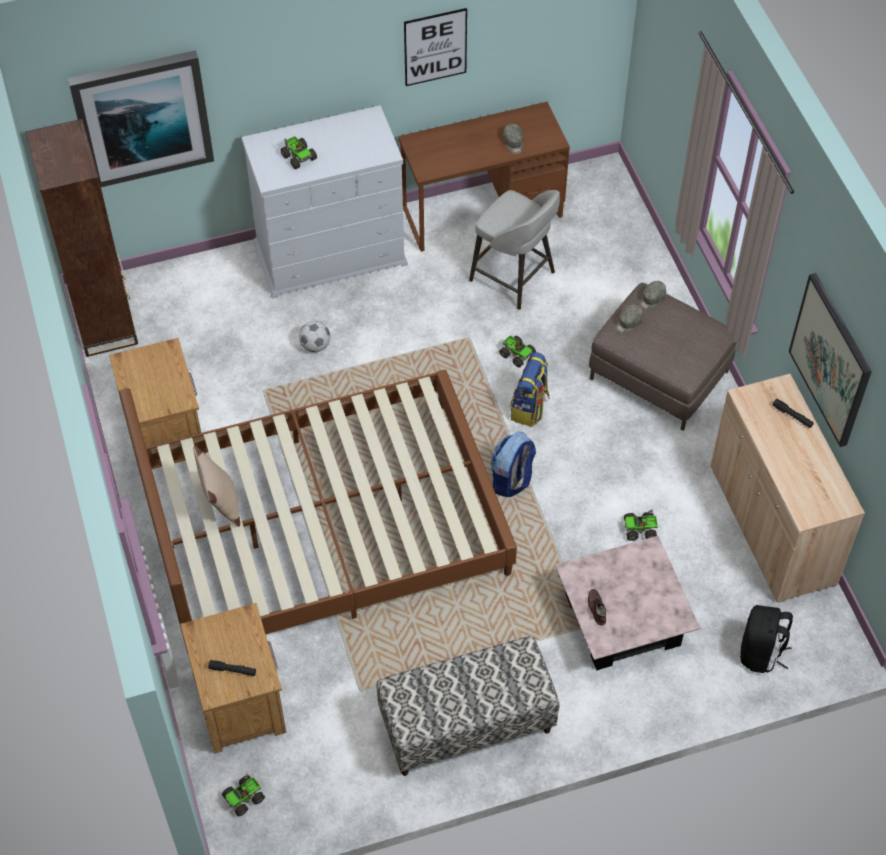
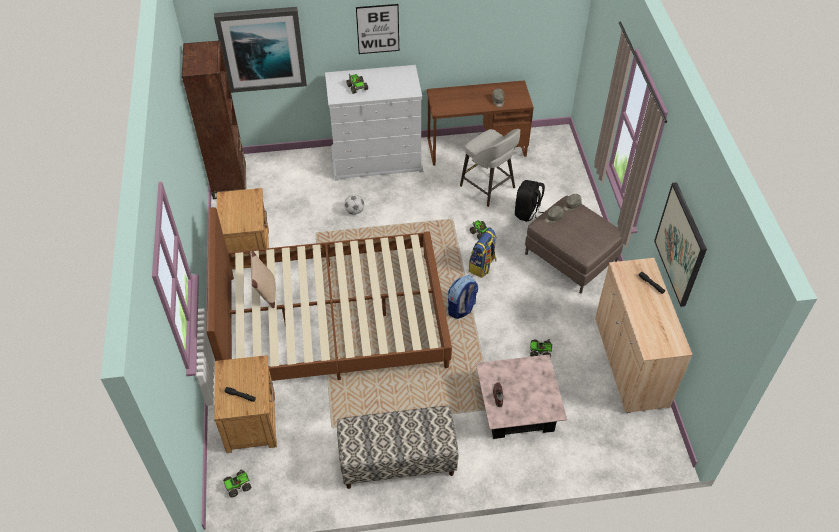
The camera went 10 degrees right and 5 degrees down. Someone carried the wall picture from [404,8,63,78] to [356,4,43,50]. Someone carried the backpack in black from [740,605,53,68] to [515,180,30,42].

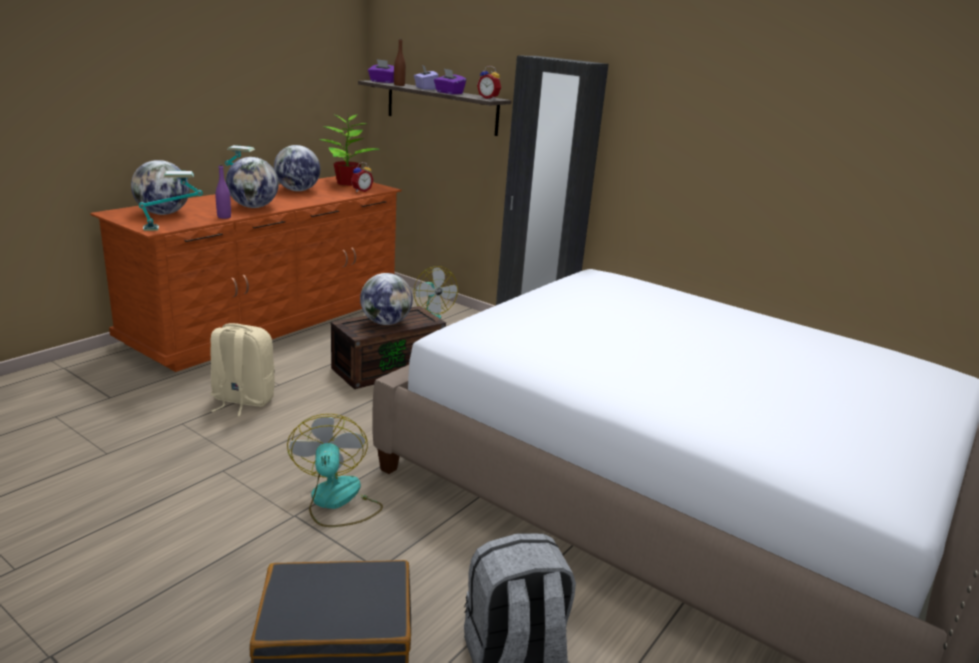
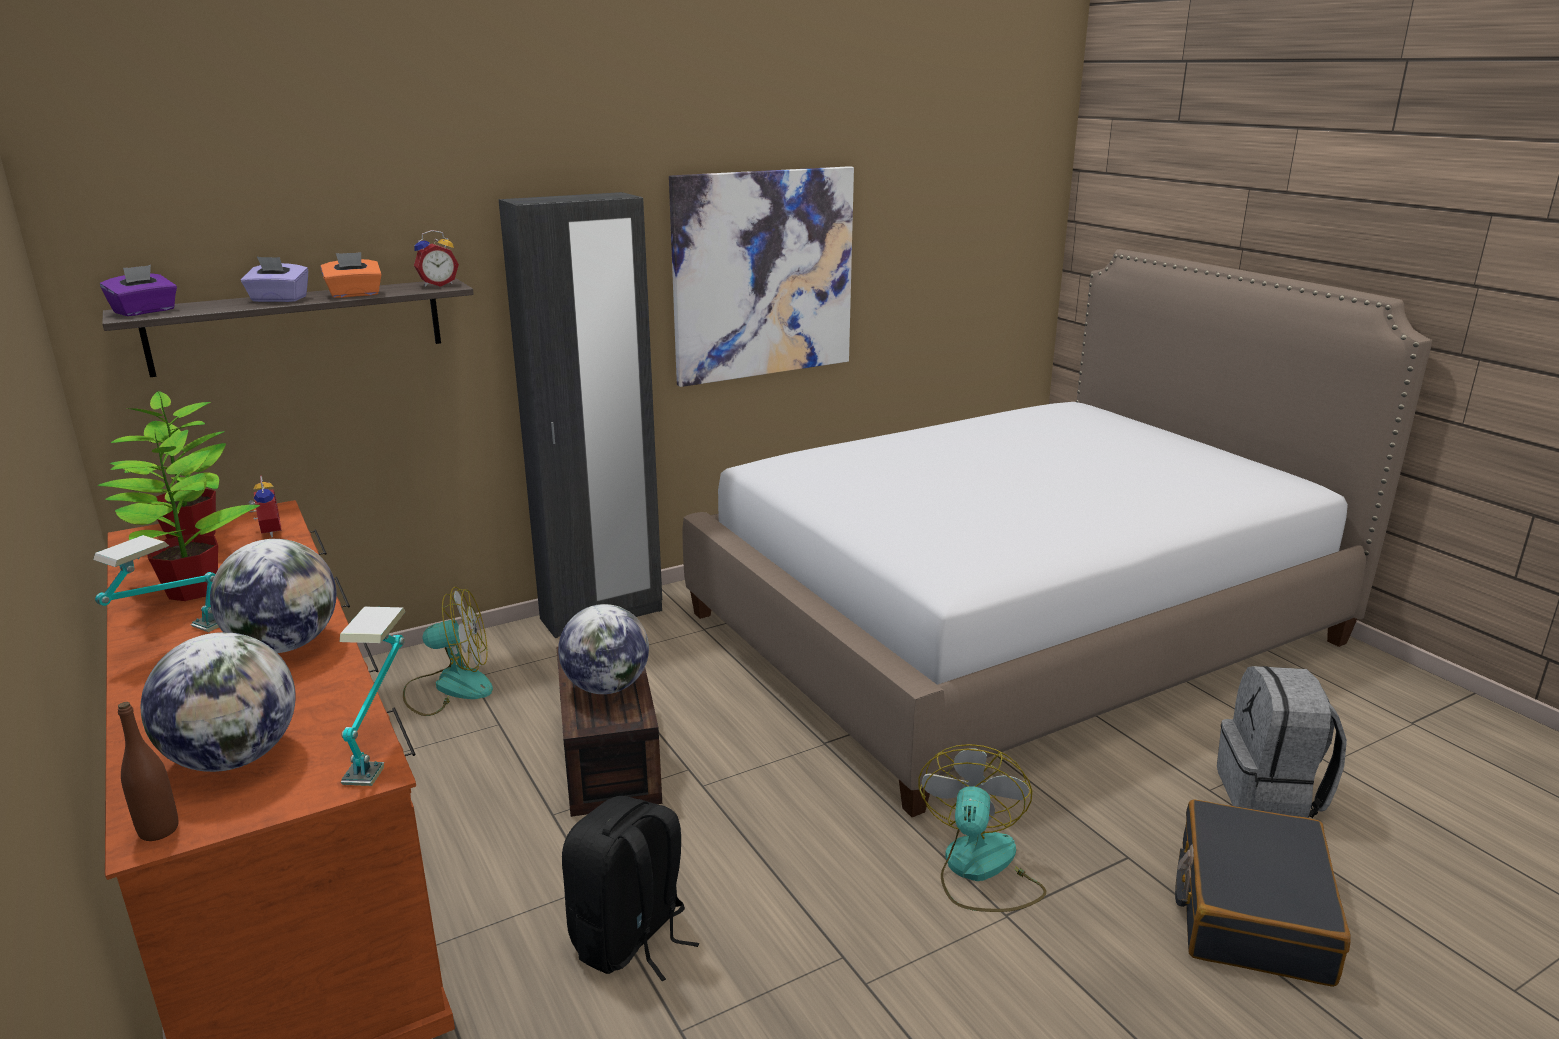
The camera went 65 degrees left and 0 degrees up. Someone repainted the backpack in beige at [211,323,64,93], which became the backpack in black at [562,796,137,185]. Someone took away the drink bottle in purplish at [215,164,16,55]. Someone swapped the globe at [274,145,46,46] for the plant in a pot at [105,430,155,171]. Someone rotated the electric fan at [287,414,96,113] by 90 degrees clockwise. Someone carried the drink bottle in brown from [394,39,12,47] to [118,702,60,139]. Someone repainted the tissue holder in purplish at [434,69,32,25], which became the tissue holder in orange-coloured at [320,252,62,46]. Someone put up the wall picture at [669,166,185,221].

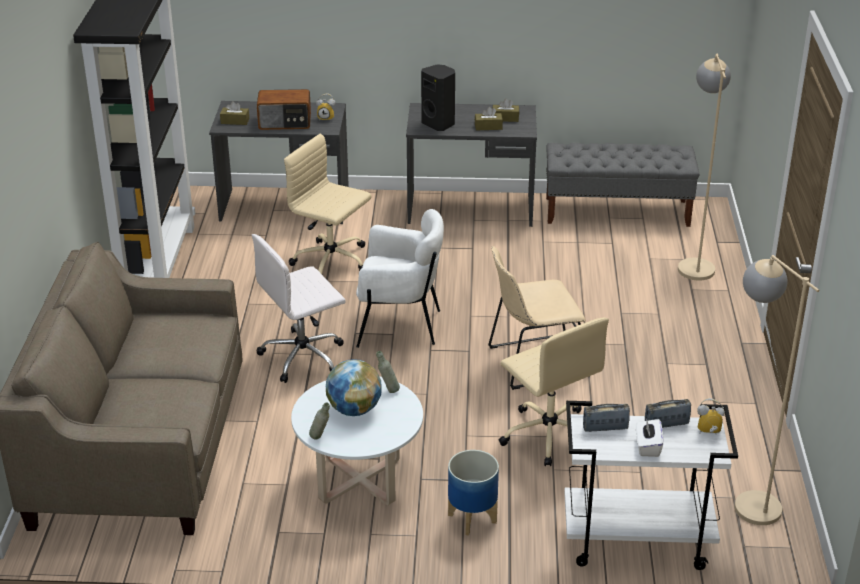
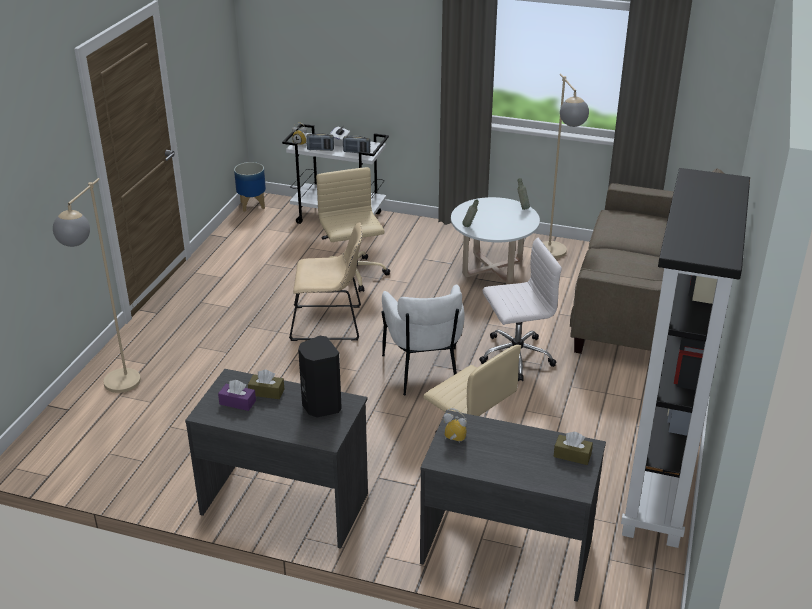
The camera went 165 degrees left and 0 degrees up. Someone took away the radio receiver at [257,89,54,41]. Someone took away the globe at [326,359,55,57]. Someone rotated the lounge chair in white-coloured at [356,209,88,139] by 120 degrees counterclockwise. Someone carried the flower pot from [448,450,51,86] to [234,162,32,50]. Someone repainted the tissue holder in brown at [493,98,26,24], which became the tissue holder in purplish at [218,380,38,31]. Someone took away the indoor bench in gray at [546,143,153,84]. Someone carried the standard lamp in beige from [735,255,84,270] to [543,73,46,186].

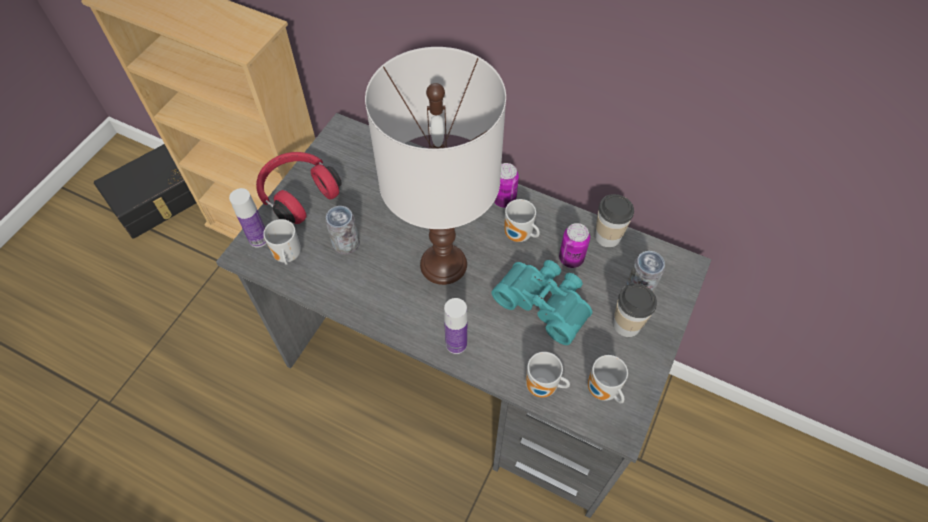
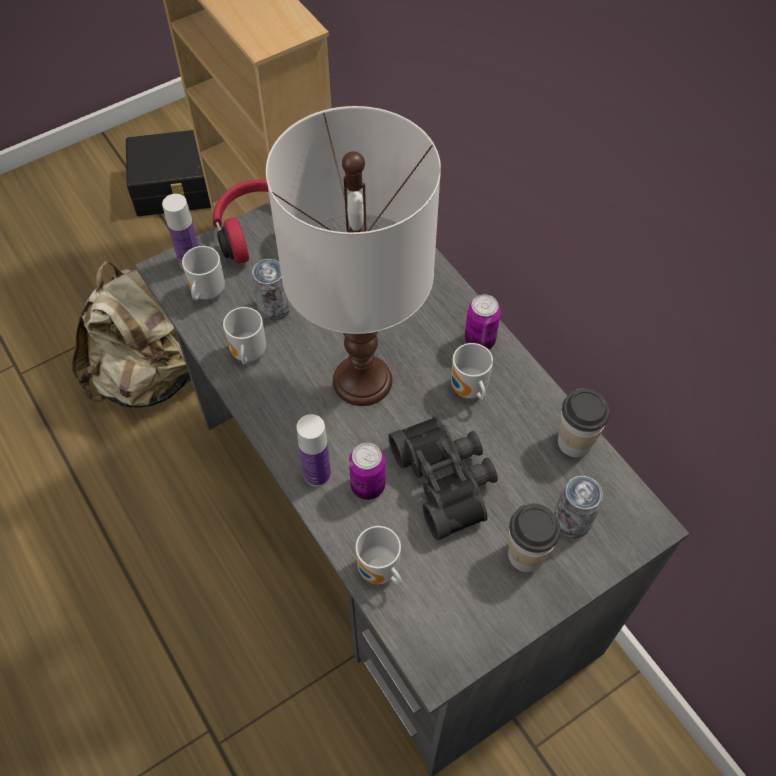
The camera went 30 degrees right and 0 degrees up. Someone repainted the binoculars in turquoise at [491,260,101,85], which became the binoculars in black at [388,416,110,124]. Someone carried the sealed can from [559,223,31,45] to [349,443,36,57]. Someone carried the tea mug from [588,355,40,48] to [223,307,43,58]. Someone put down the backpack in beige at [72,261,119,147].

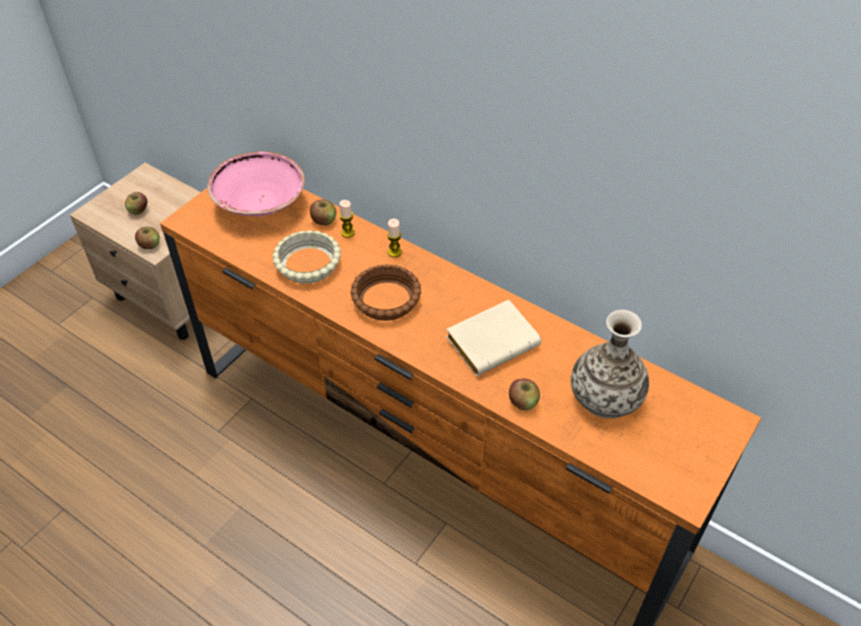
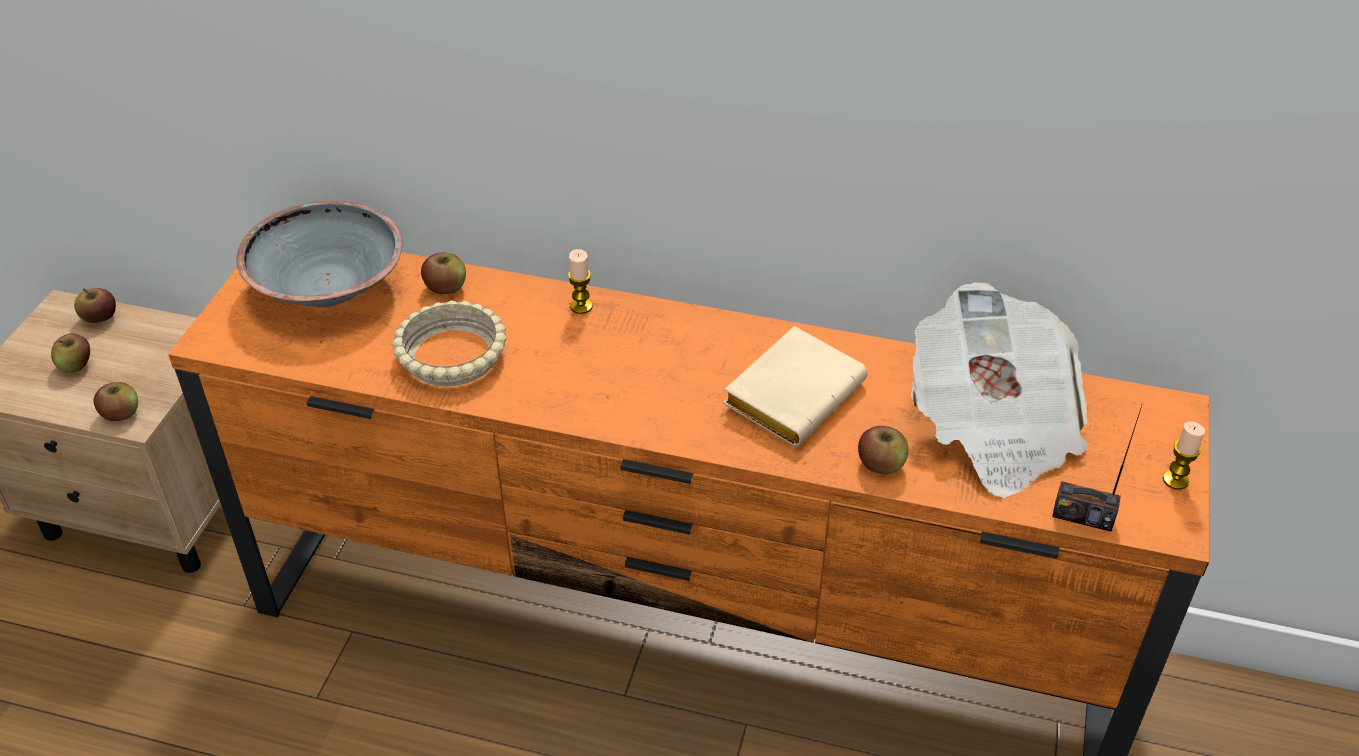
The camera went 20 degrees left and 5 degrees down. Someone repainted the deep dish in pinkish at [207,151,98,66], which became the deep dish in gray at [237,201,165,107]. Someone carried the wax candle from [339,200,16,38] to [1163,421,42,69]. Someone took away the deep dish in brown at [350,264,71,57]. Someone swapped the decorative vase at [571,310,78,109] for the newspaper at [910,282,178,216]. Someone put down the apple fruit at [74,288,42,35]. Someone put down the radio receiver at [1052,405,90,127].

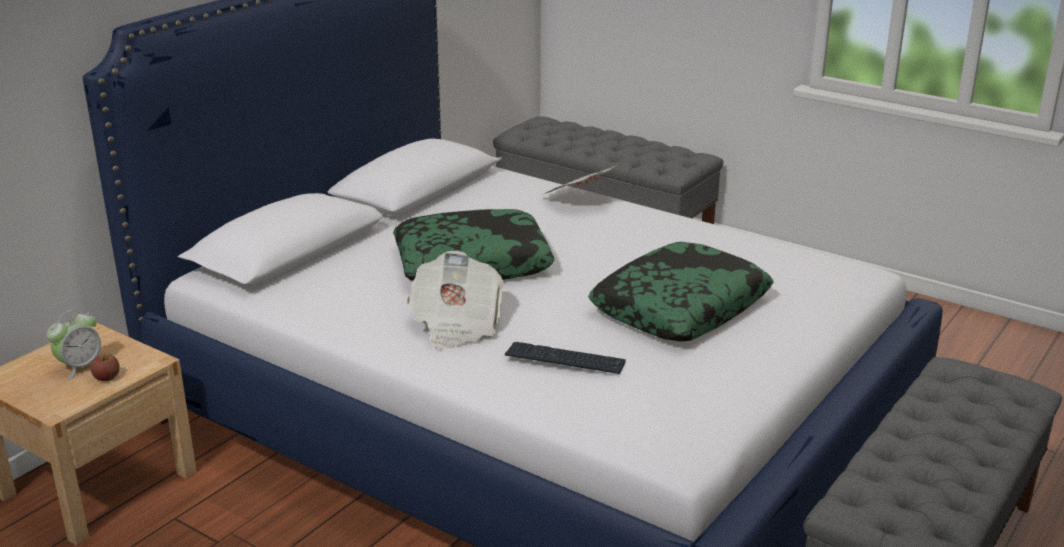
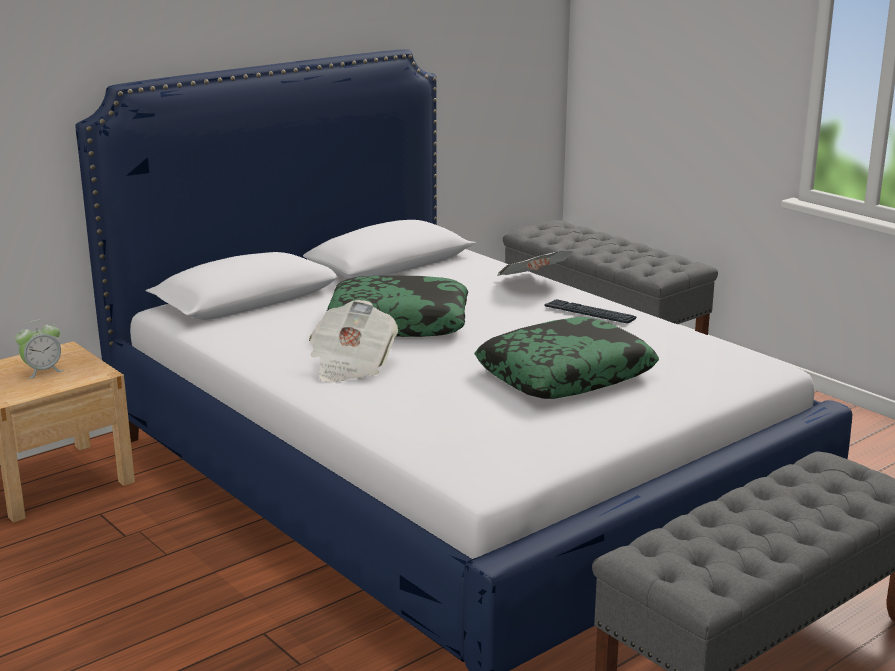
The camera went 15 degrees right and 5 degrees down. Someone took away the apple fruit at [90,354,30,27]. Someone carried the computer keyboard from [505,342,121,32] to [544,299,93,25].

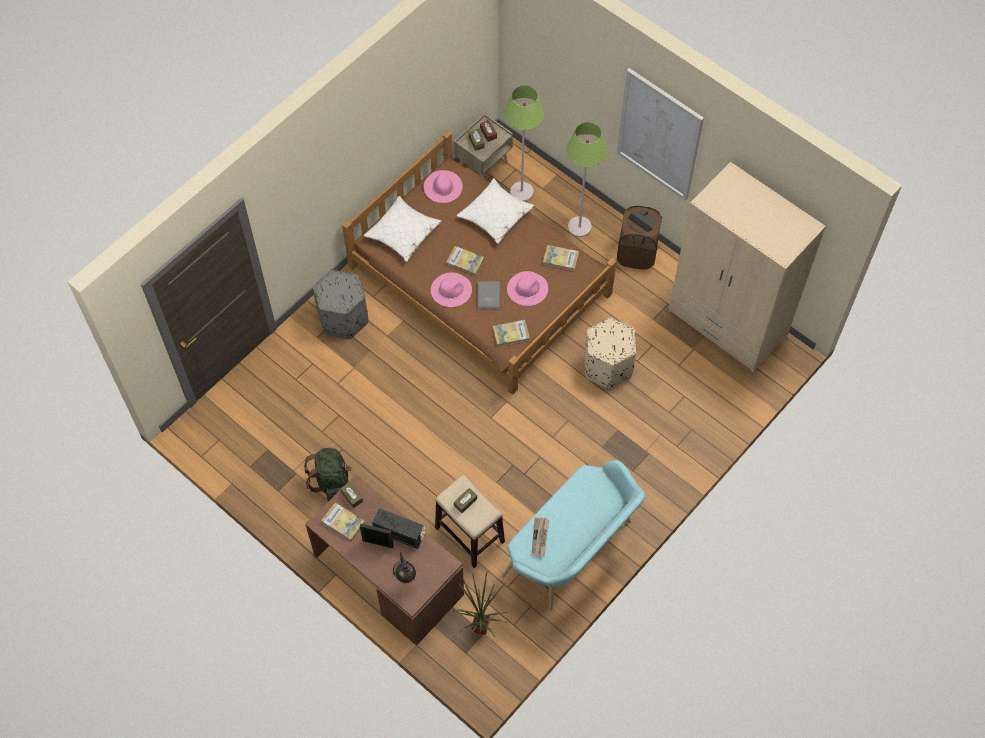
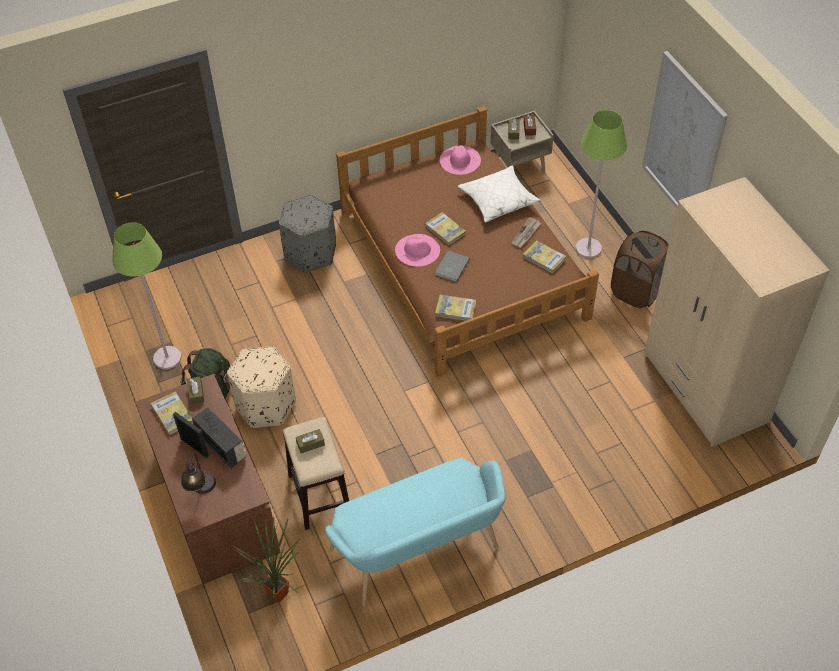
The camera went 25 degrees right and 10 degrees down. Someone took away the throw pillow in white-coloured at [364,196,78,66]. Someone carried the standard lamp in green-coloured from [504,85,40,117] to [112,222,70,147]. Someone took away the clothing hat in pinkish at [507,271,41,35]. Someone carried the newspaper from [531,517,18,40] to [511,217,30,31]. Someone carried the pouffe in beige from [584,318,52,71] to [227,346,69,82].

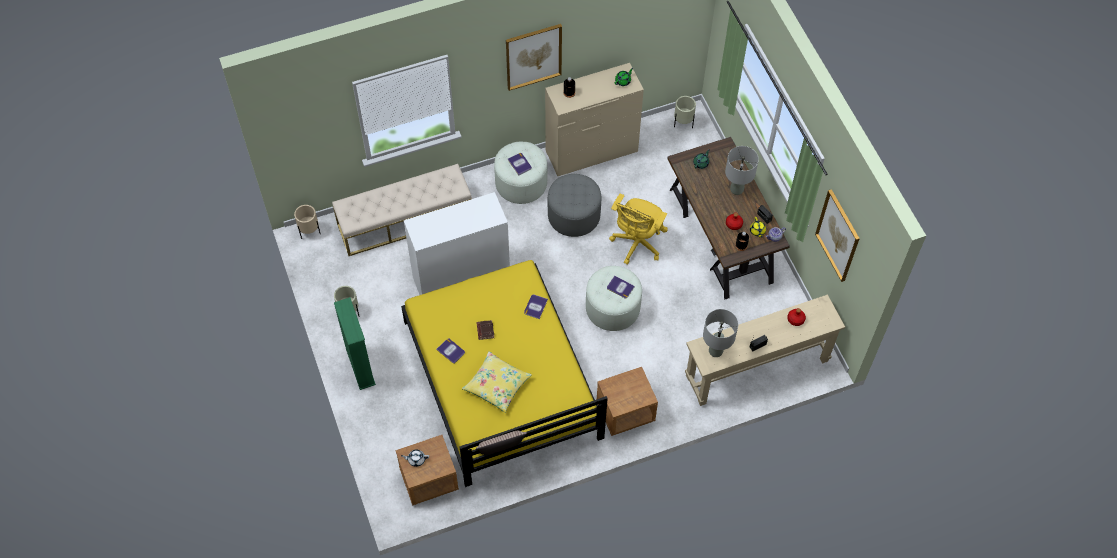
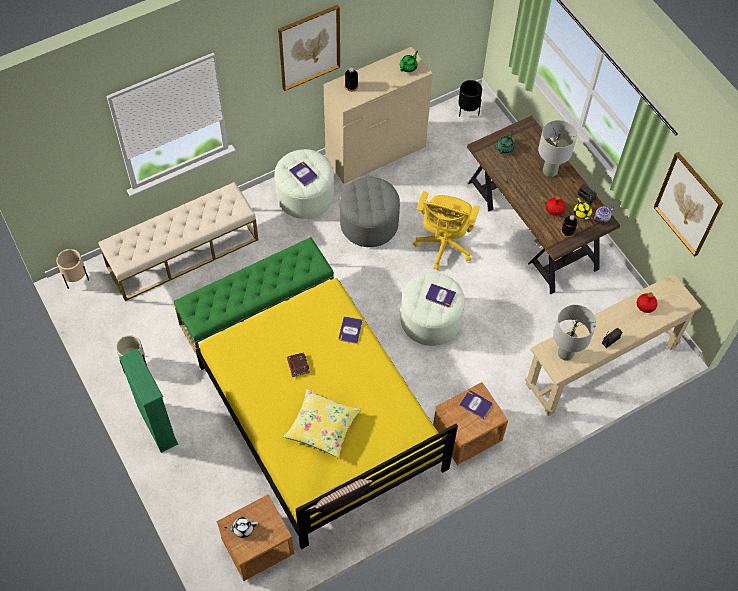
The camera went 10 degrees left and 0 degrees up. Someone swapped the chest of drawers in white-coloured at [404,192,106,103] for the indoor bench in green-coloured at [173,237,161,118]. Someone carried the bound book from [436,338,29,26] to [459,390,33,29]. Someone repainted the flower pot in beige at [674,96,22,32], which became the flower pot in black at [458,80,24,37].

